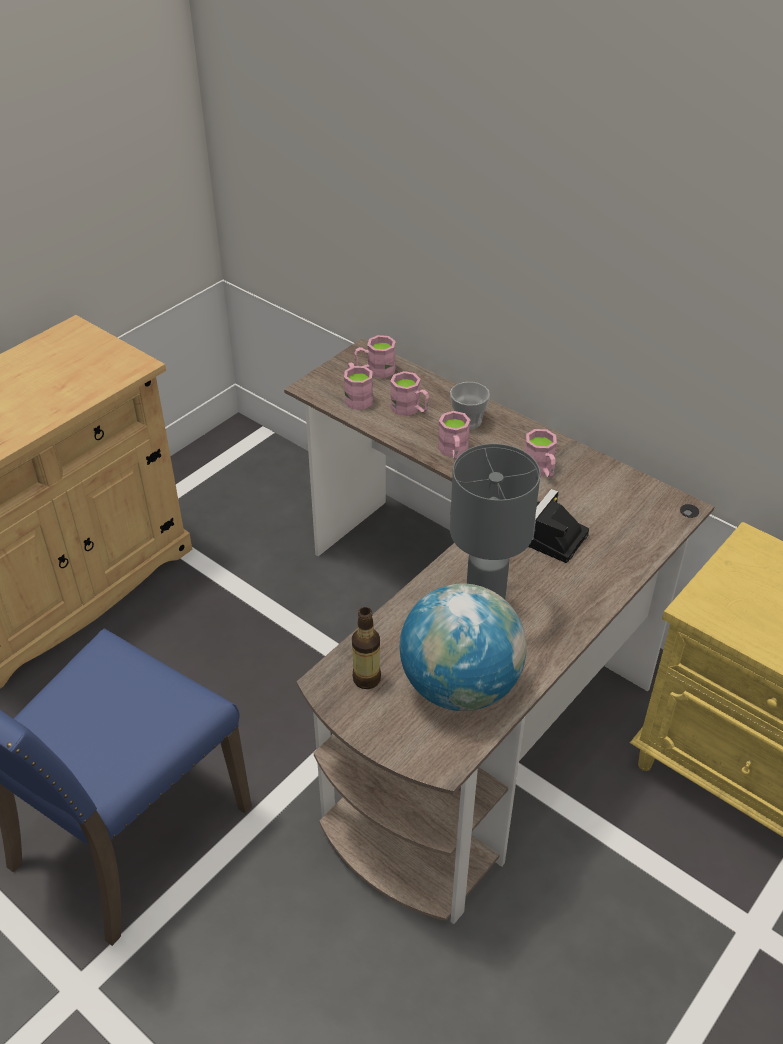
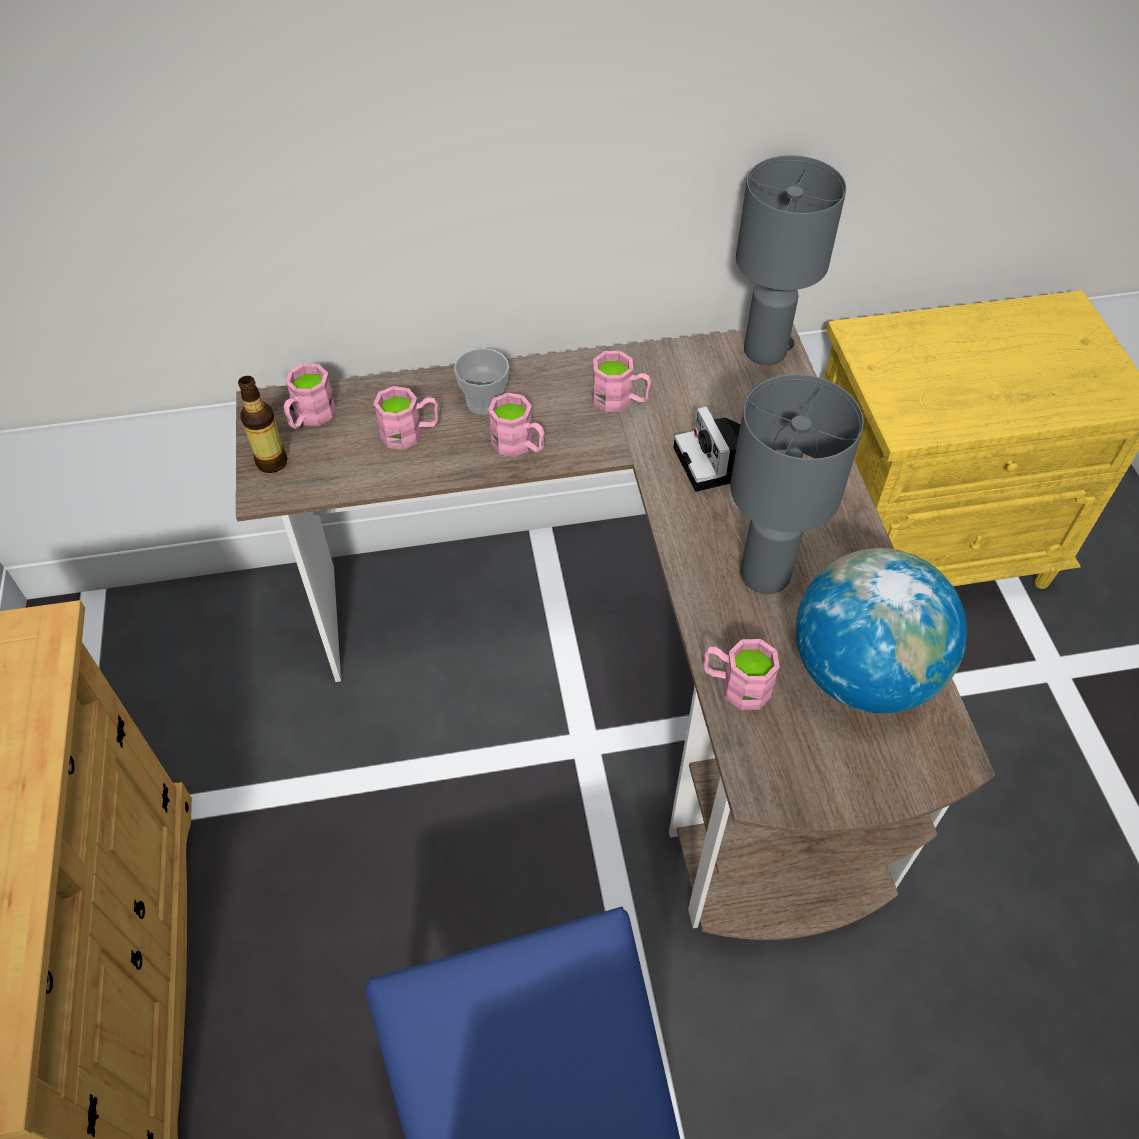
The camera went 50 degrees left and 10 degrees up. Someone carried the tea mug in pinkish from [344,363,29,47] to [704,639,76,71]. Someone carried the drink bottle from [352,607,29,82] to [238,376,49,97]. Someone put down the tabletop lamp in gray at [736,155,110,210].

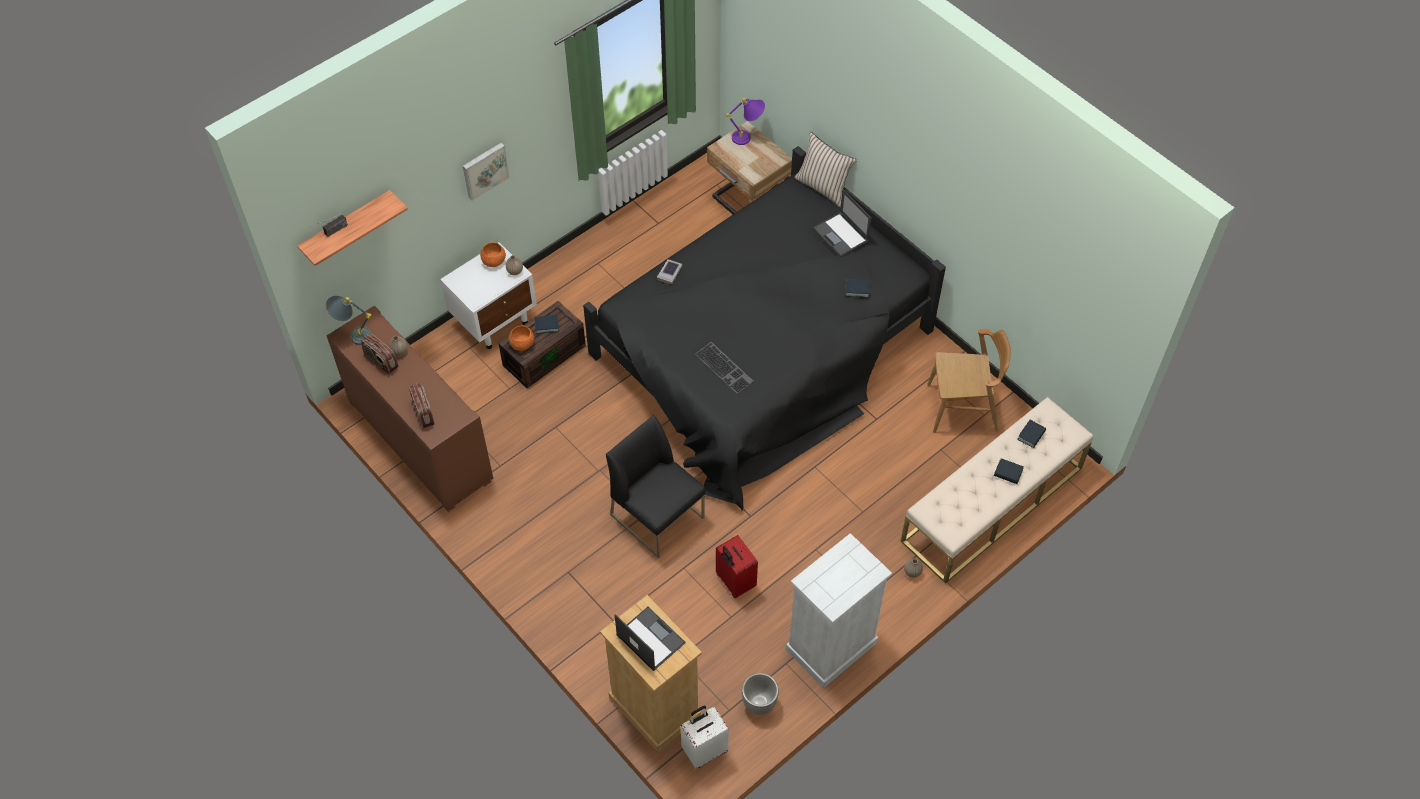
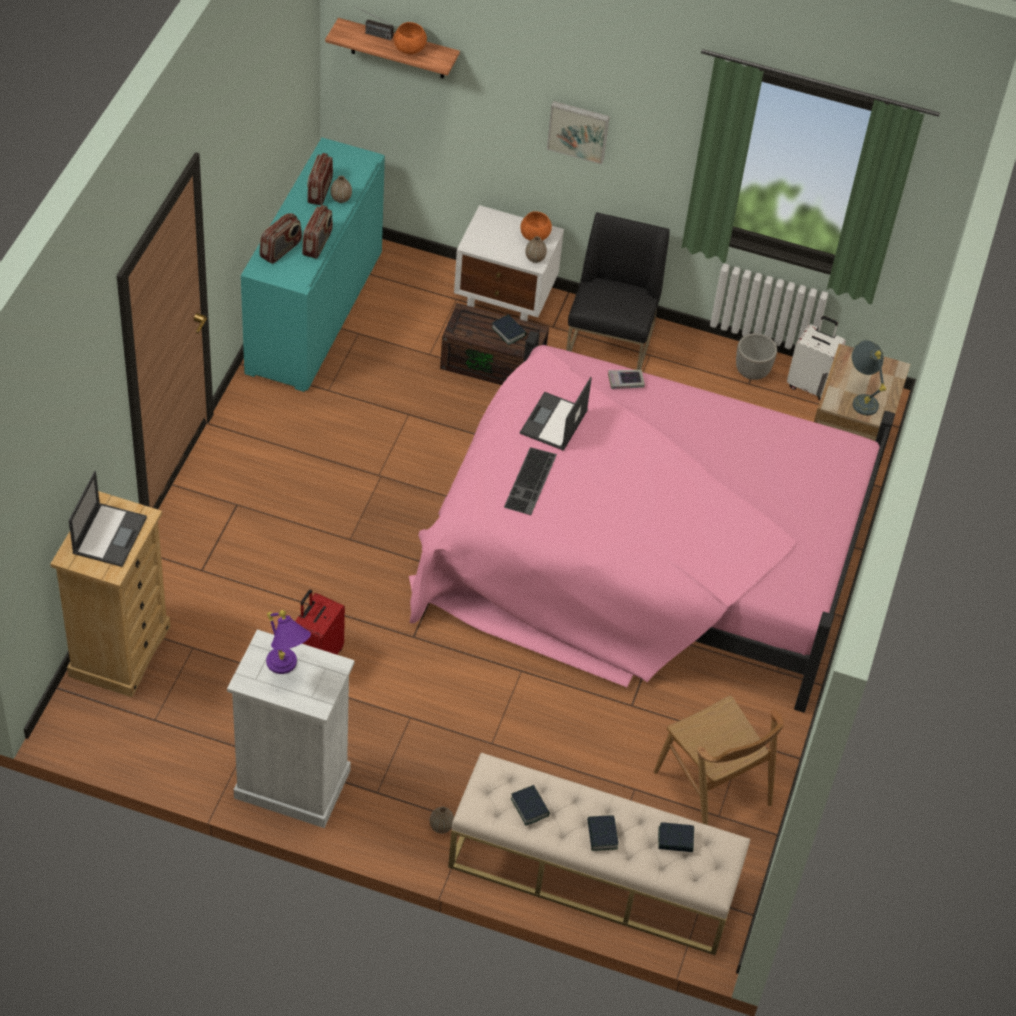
The camera went 55 degrees right and 5 degrees down. Someone carried the tabletop lamp in gray from [326,296,46,49] to [851,340,35,75]. Someone repainted the cabinet in brown at [327,306,167,206], which became the cabinet in turquoise at [241,138,144,254]. Someone carried the deep dish in orange-coloured from [509,326,25,25] to [394,22,33,33]. Someone repainted the bed in black at [583,146,363,365], which became the bed in pinkish at [409,331,486,382]. Someone carried the plain chair in black from [606,415,100,143] to [566,212,104,158]. Someone carried the suitcase in white-coloured from [681,706,48,62] to [787,316,59,85]. Someone carried the tabletop lamp in purplish from [726,98,39,47] to [266,610,45,64]. Someone carried the flower pot from [742,673,37,42] to [736,333,41,47]. Someone took away the throw pillow in beige at [795,132,62,75]. Someone carried the portable computer from [813,190,58,67] to [520,377,72,74]. Someone carried the bound book from [845,279,24,19] to [511,785,39,40]. Someone put down the radio receiver at [302,205,31,54].

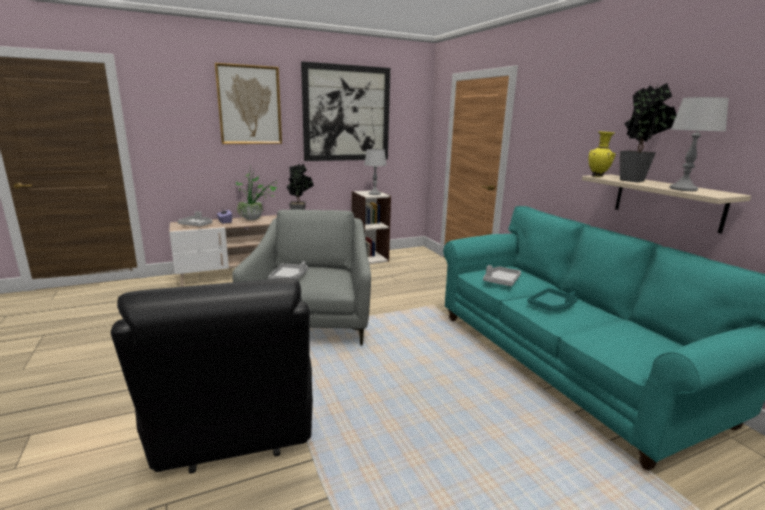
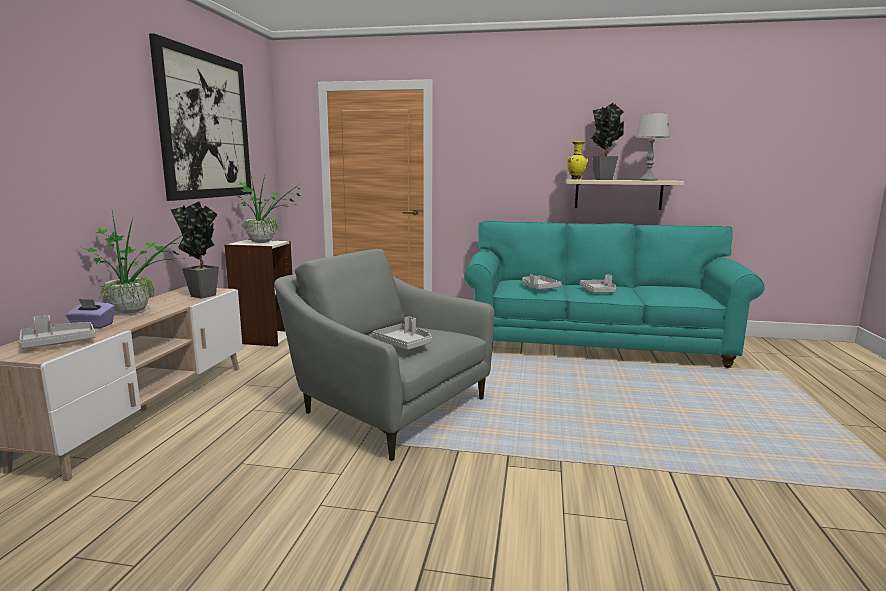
The camera went 55 degrees left and 5 degrees down. Someone took away the lounge chair in black at [111,278,202,195]. Someone took away the wall picture at [215,63,67,81]. Someone swapped the tabletop lamp in gray at [364,149,22,46] for the plant in a pot at [236,168,65,75]. Someone repainted the tray in turquoise at [527,288,51,23], which became the tray in gray at [579,275,37,18].

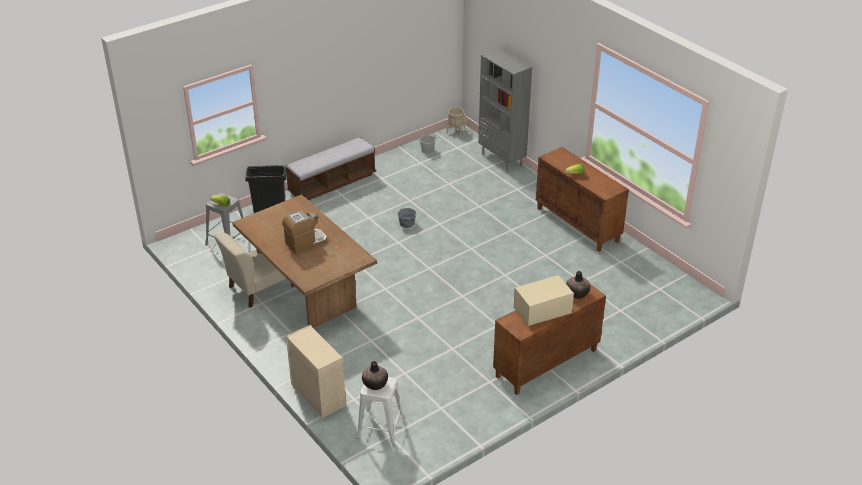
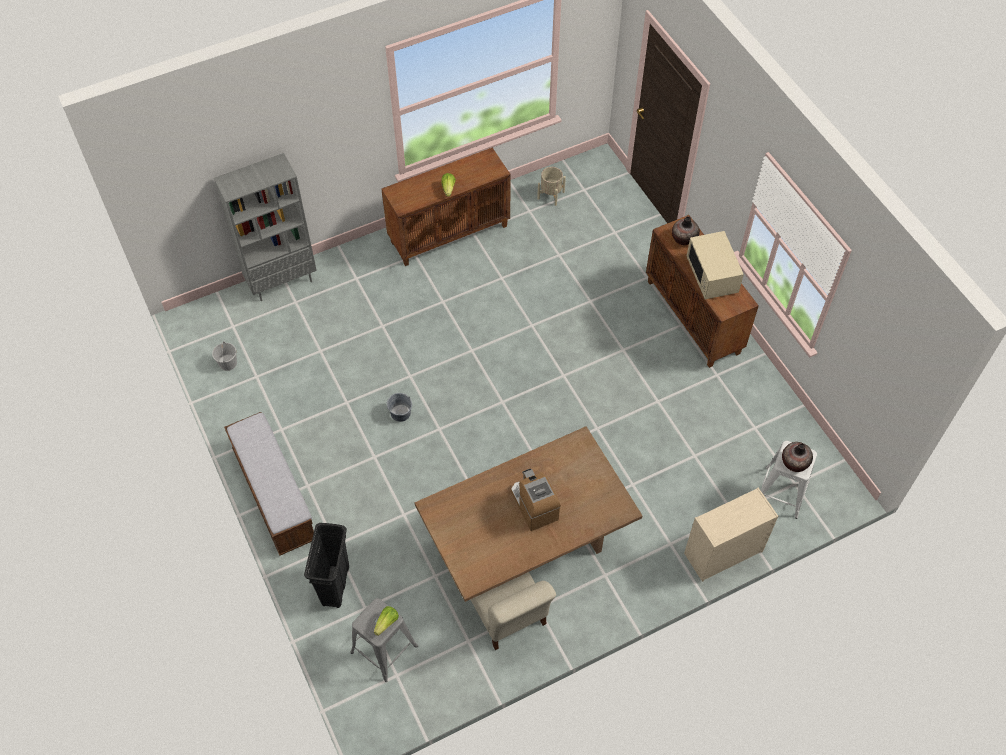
The camera went 80 degrees left and 20 degrees up. Someone carried the flower pot in beige from [446,108,19,28] to [537,167,29,39].

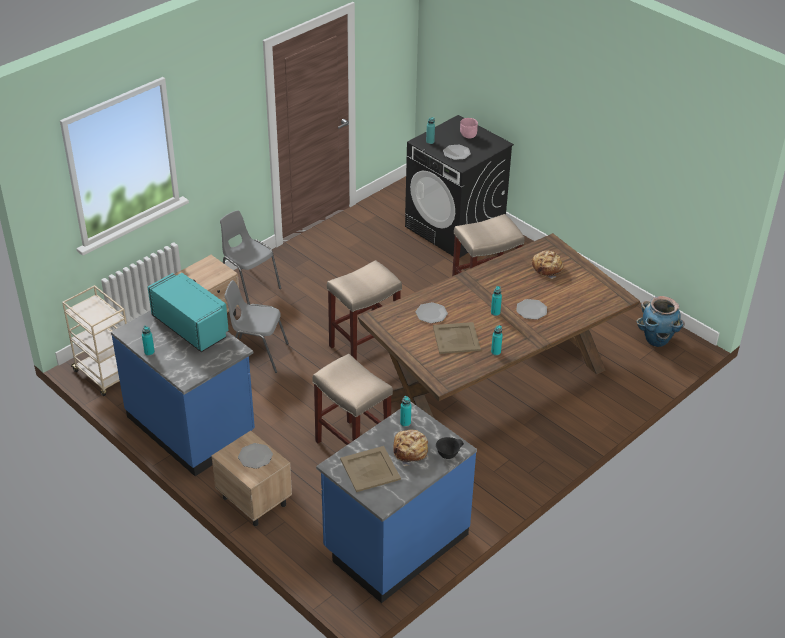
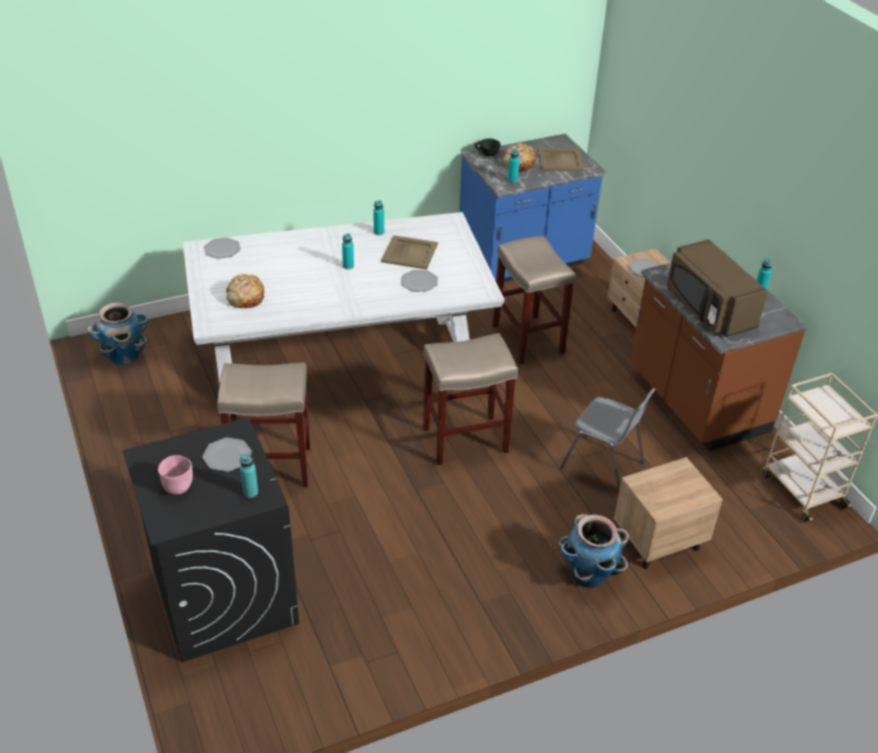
The camera went 160 degrees left and 0 degrees up. Someone repainted the kitchen base unit in blue-coloured at [111,310,144,166], which became the kitchen base unit in brown at [630,250,177,201]. Someone repainted the kitchen microwave in turquoise at [148,273,81,79], which became the kitchen microwave in brown at [667,239,101,98]. Someone swapped the plain chair in gray at [220,210,61,95] for the flower pot at [559,514,70,74]. Someone repainted the dinner table in brown at [358,233,282,185], which became the dinner table in white-coloured at [183,212,322,204]. Someone carried the dinner plate from [516,299,31,21] to [204,237,37,22].

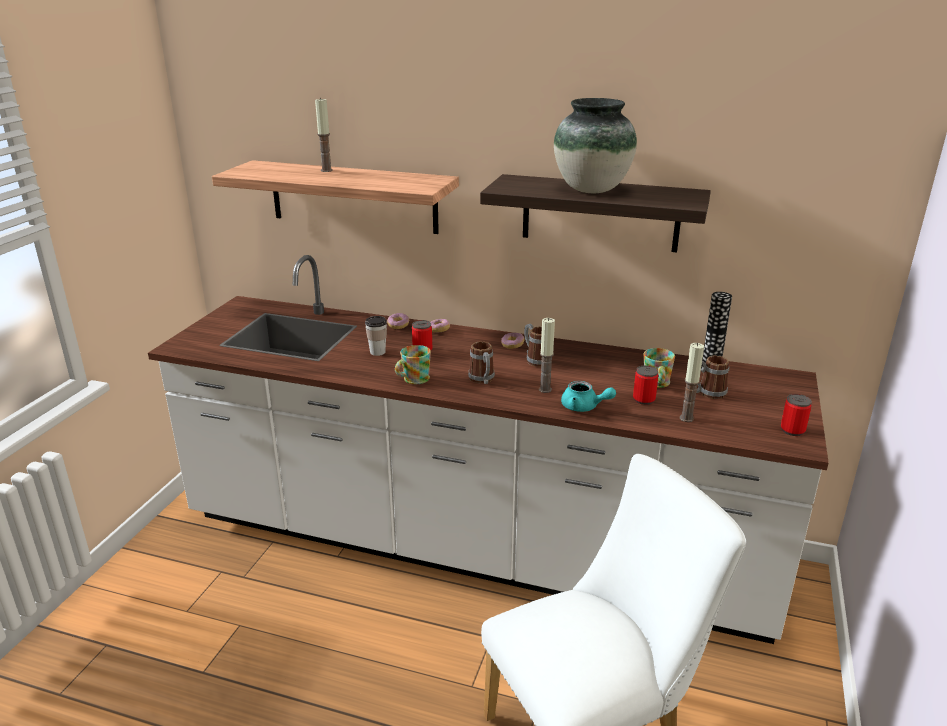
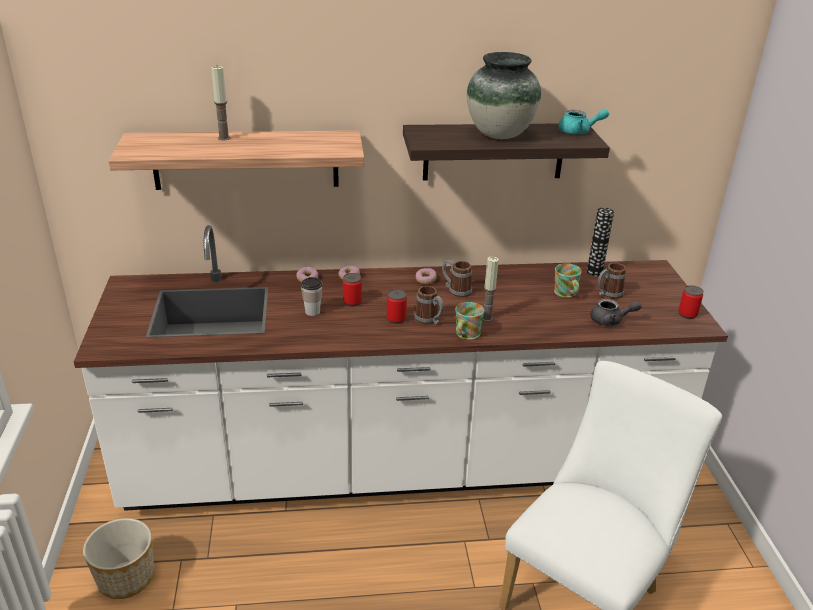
The camera went 25 degrees left and 5 degrees up. Someone carried the tea mug from [395,345,36,39] to [455,302,29,38]. Someone carried the pot for tea in turquoise from [561,381,55,31] to [558,109,51,25]. Someone carried the sealed can from [633,366,26,39] to [387,289,20,35]. Someone swapped the wax candle at [680,343,24,79] for the pot for tea in gray at [590,299,52,27]. Someone put down the flower pot at [83,518,71,81].

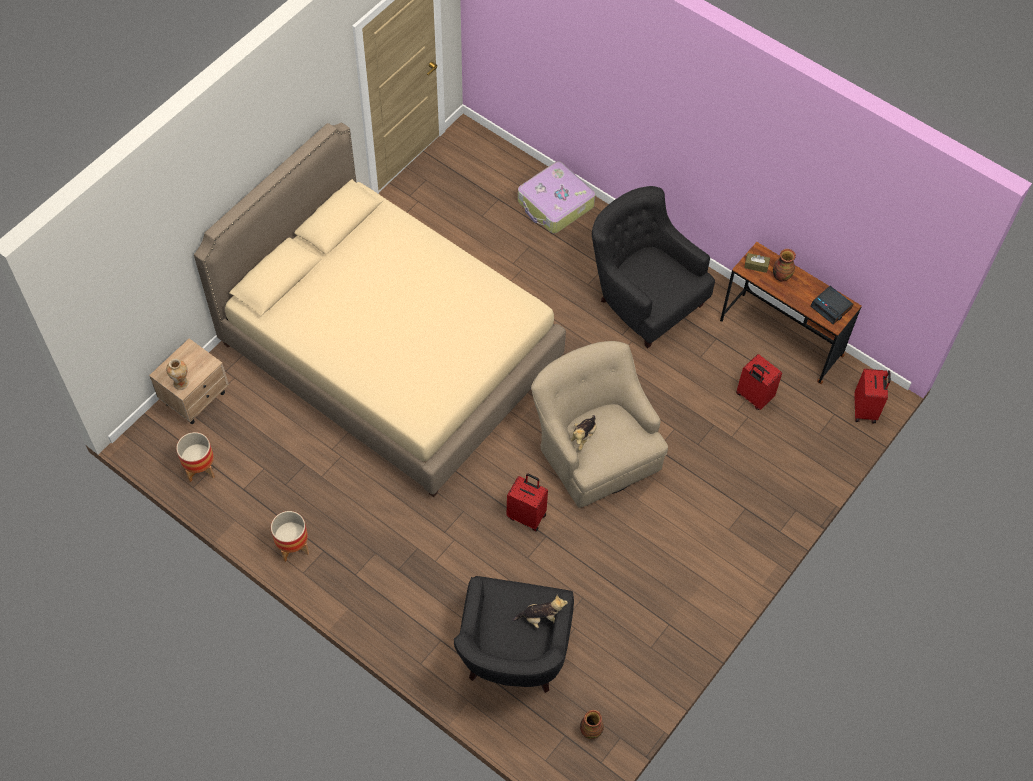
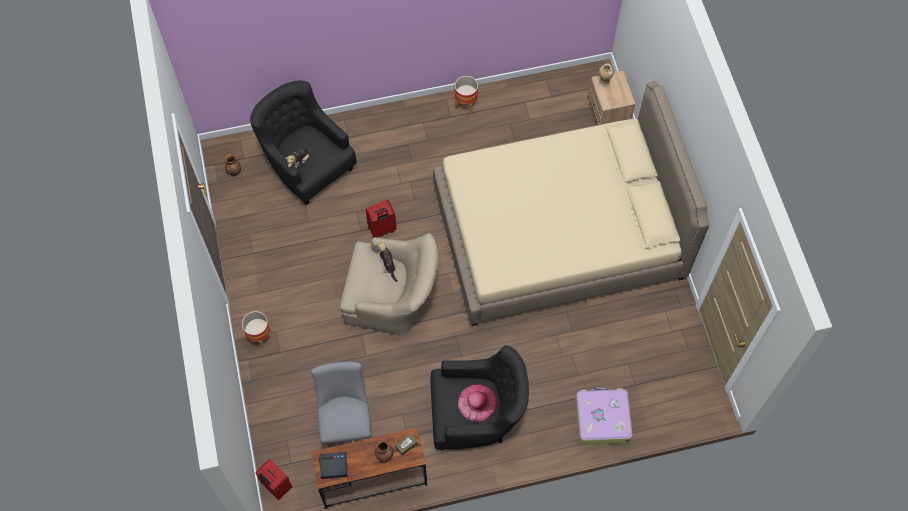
The camera went 130 degrees right and 5 degrees up. Someone carried the flower pot from [176,432,39,50] to [242,311,31,38]. Someone swapped the suitcase in reddish at [736,354,46,56] for the plain chair in gray at [311,362,60,87]. Someone put down the clothing hat in pinkish at [458,384,39,38].

